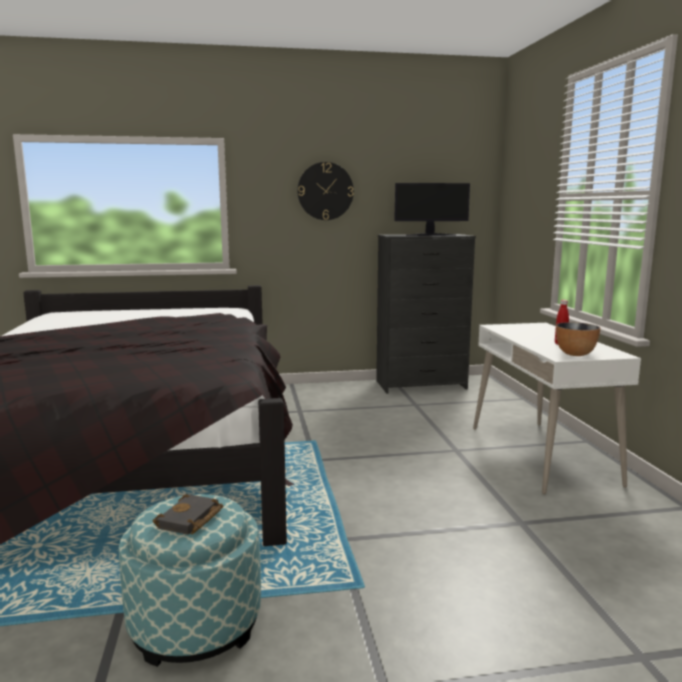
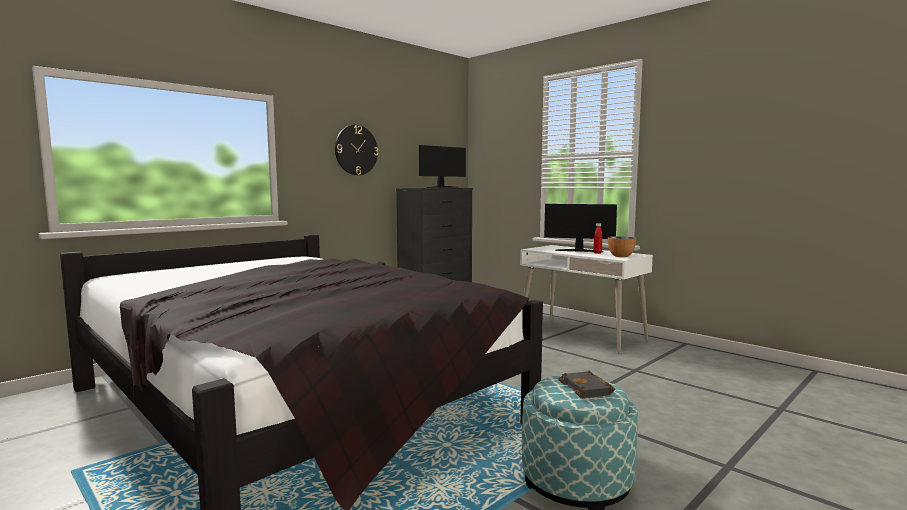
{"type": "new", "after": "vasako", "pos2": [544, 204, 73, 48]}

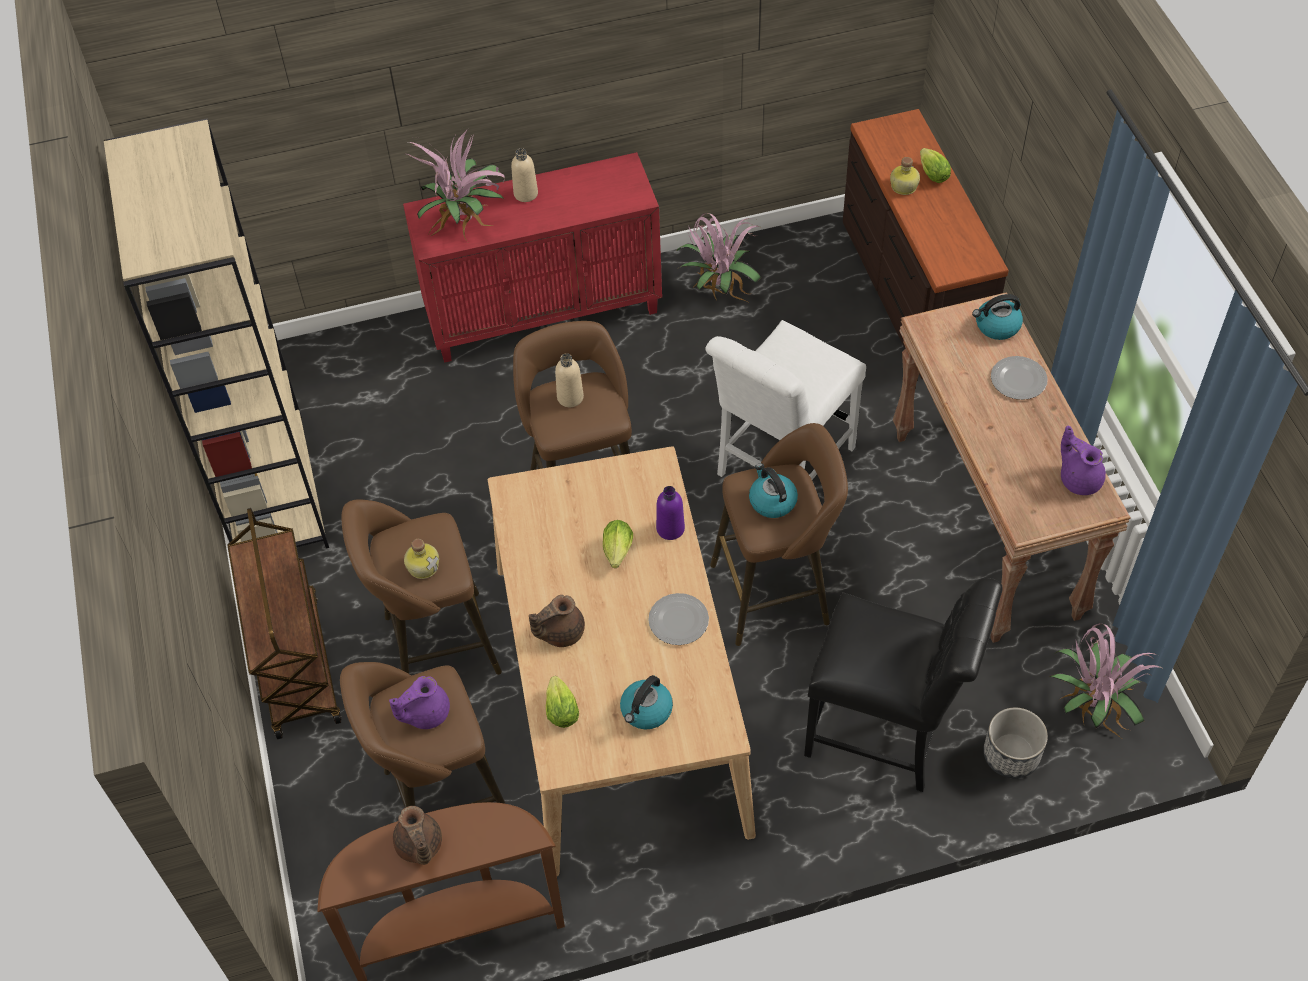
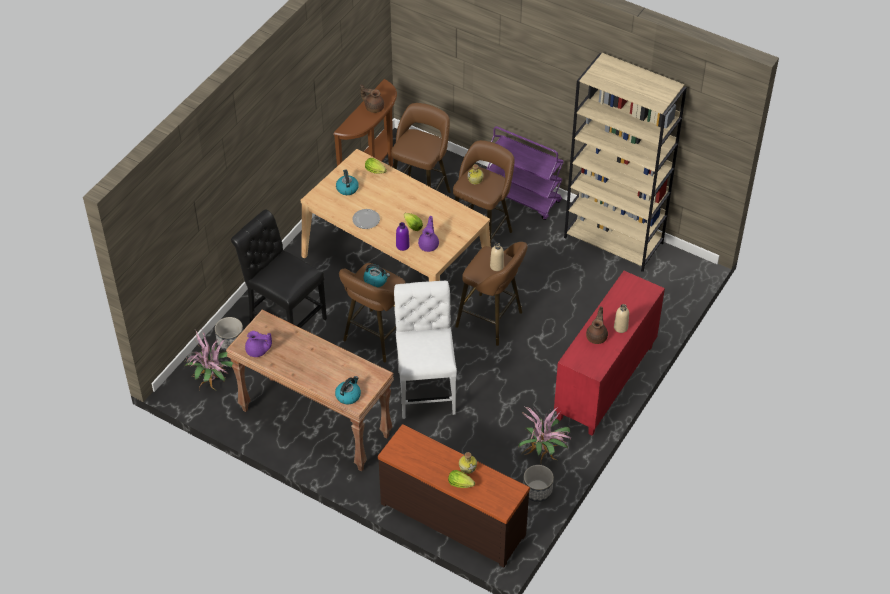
{"type": "gone", "before": "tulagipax", "pos1": [407, 128, 98, 113]}
{"type": "gone", "before": "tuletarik", "pos1": [991, 356, 57, 44]}
{"type": "new", "after": "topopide", "pos2": [523, 465, 31, 37]}
{"type": "shifted", "before": "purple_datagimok", "pos1": [389, 676, 61, 53], "pos2": [418, 216, 21, 36]}
{"type": "shifted", "before": "brown_datagimok", "pos1": [529, 595, 56, 52], "pos2": [586, 306, 22, 38]}
{"type": "repainted", "before": "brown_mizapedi", "after": "purple_mizapedi", "pos1": [227, 508, 115, 231], "pos2": [487, 126, 77, 94]}
{"type": "rotated", "before": "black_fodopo", "pos1": [804, 578, 199, 214], "pos2": [231, 209, 96, 119], "turn": 60}

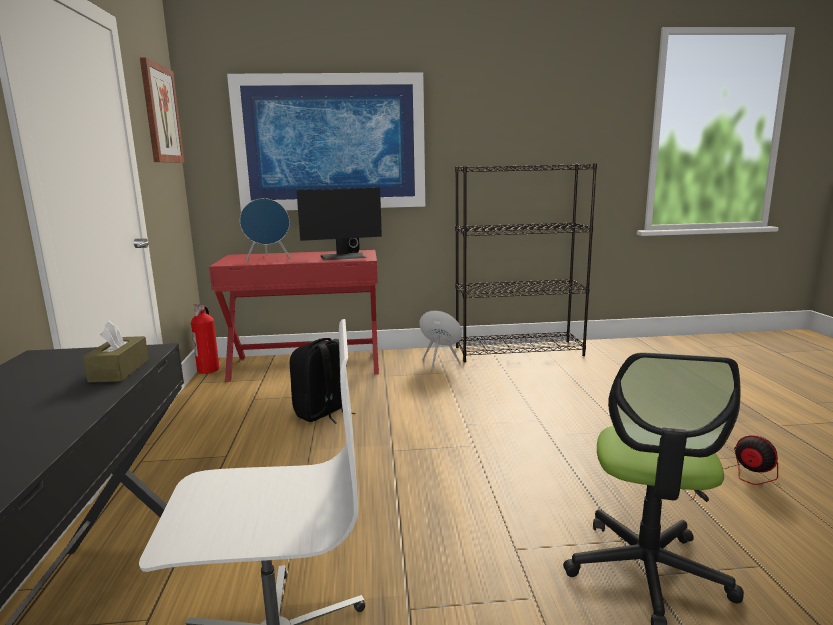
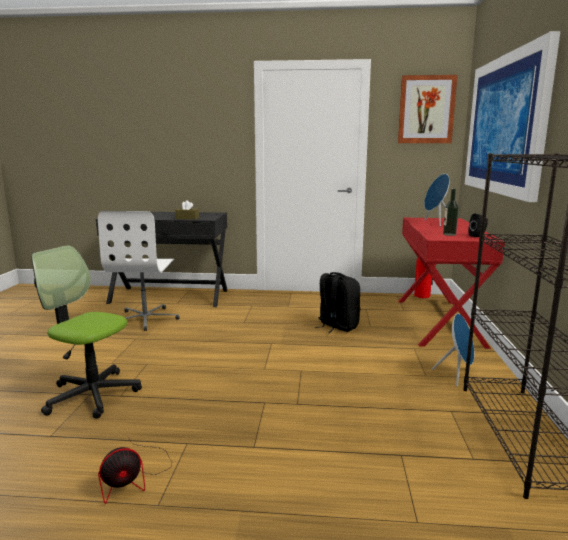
{"type": "swapped", "before": "vasako", "after": "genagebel", "pos1": [297, 188, 85, 73], "pos2": [443, 189, 16, 47]}

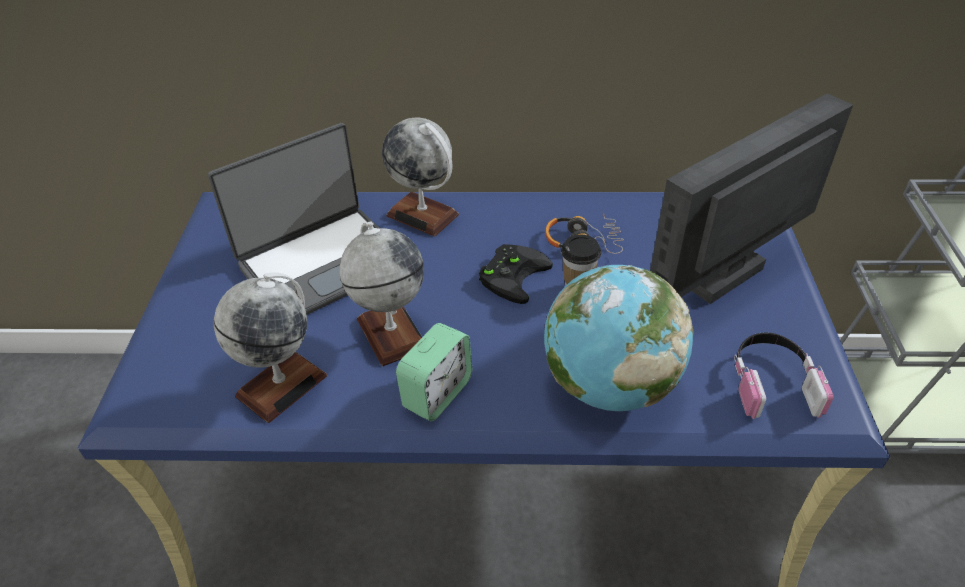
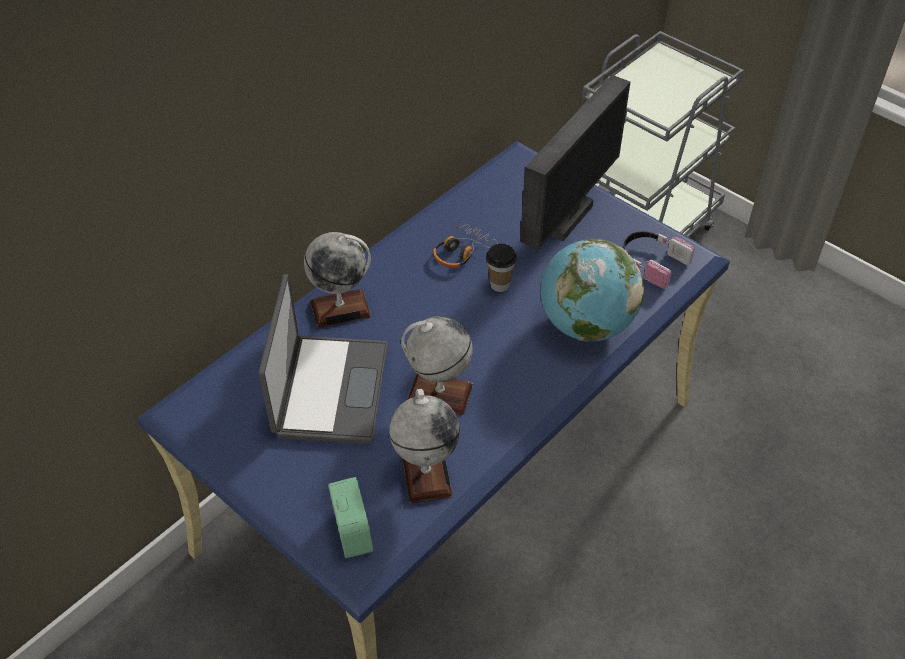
{"type": "gone", "before": "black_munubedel", "pos1": [479, 244, 74, 60]}
{"type": "shifted", "before": "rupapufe", "pos1": [396, 323, 76, 98], "pos2": [328, 477, 46, 81]}
{"type": "rotated", "before": "vasako", "pos1": [650, 93, 203, 211], "pos2": [520, 75, 110, 175], "turn": -150}

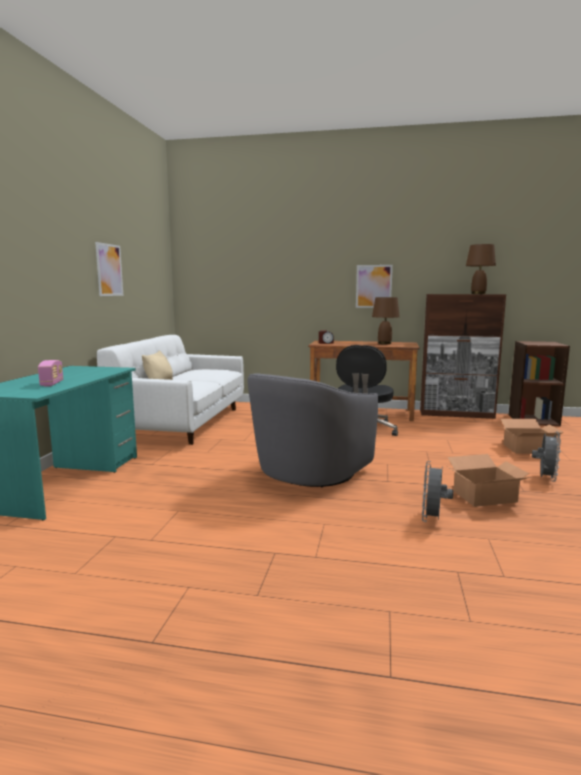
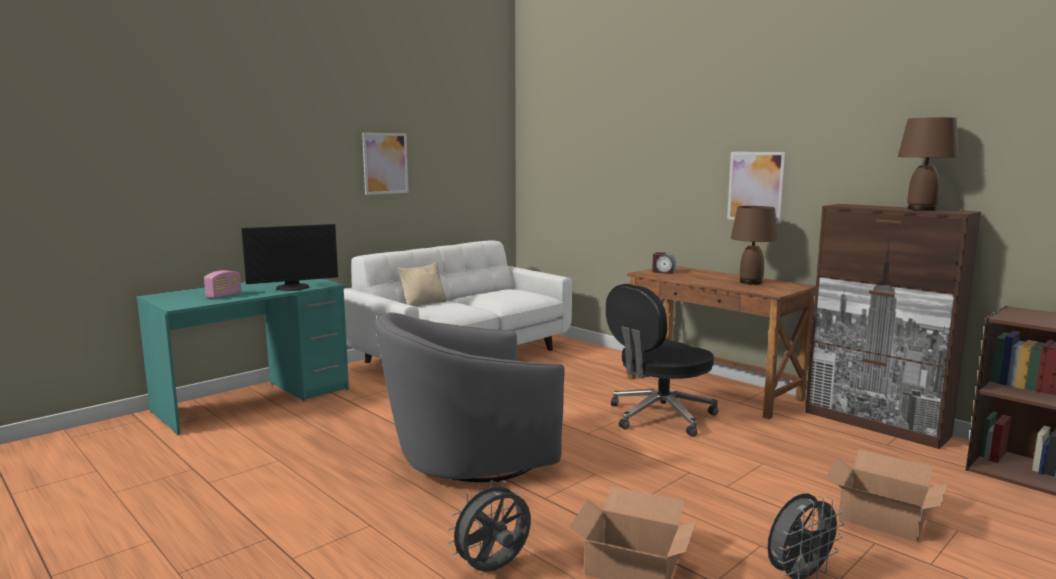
{"type": "new", "after": "vasako", "pos2": [241, 224, 97, 67]}

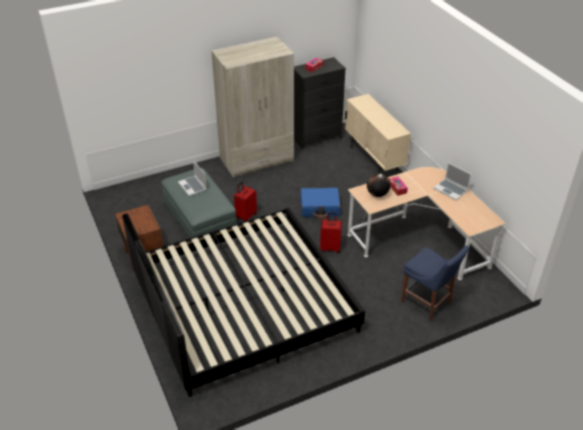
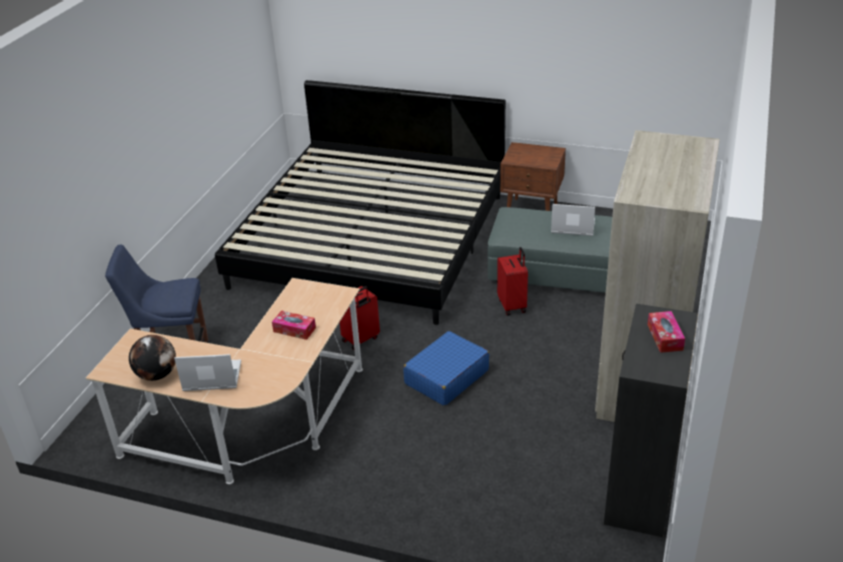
{"type": "gone", "before": "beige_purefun", "pos1": [345, 94, 66, 79]}
{"type": "shifted", "before": "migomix", "pos1": [367, 173, 23, 24], "pos2": [129, 335, 47, 46]}

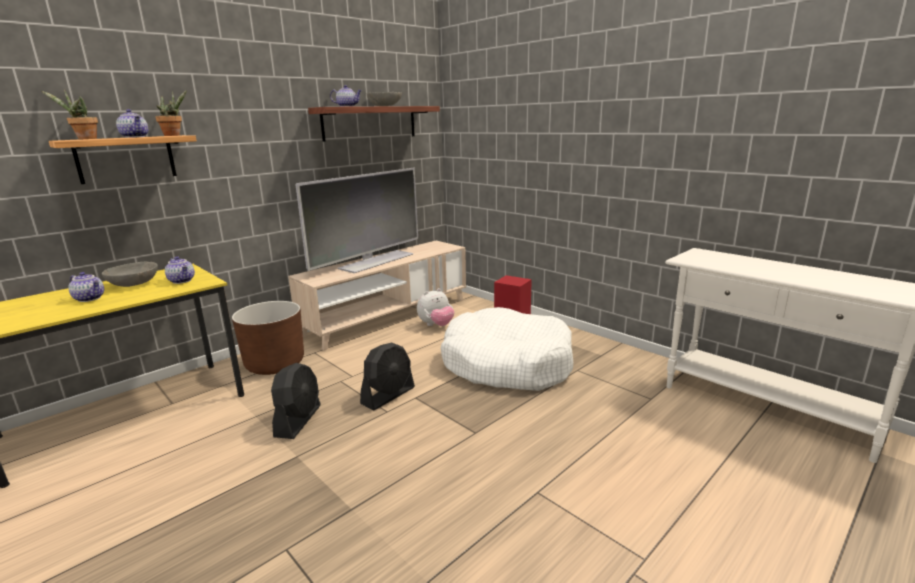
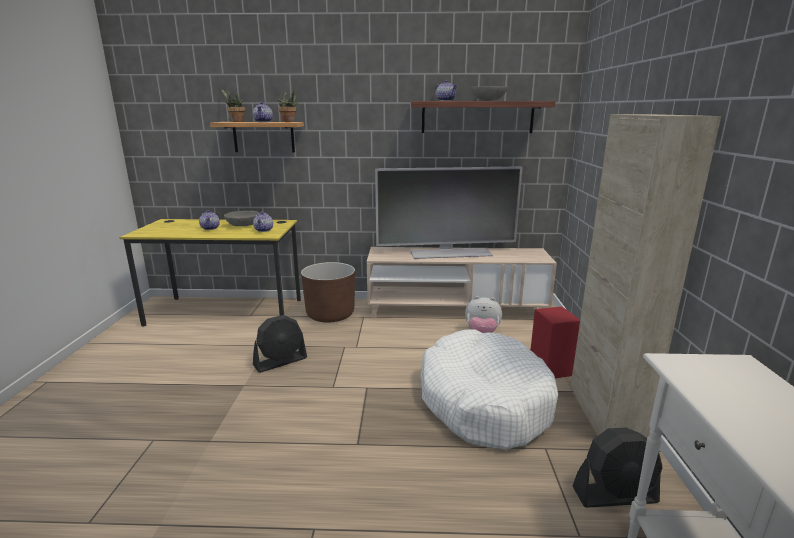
{"type": "new", "after": "beige_purefun", "pos2": [571, 114, 150, 324]}
{"type": "shifted", "before": "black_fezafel", "pos1": [360, 342, 55, 68], "pos2": [573, 428, 89, 80]}

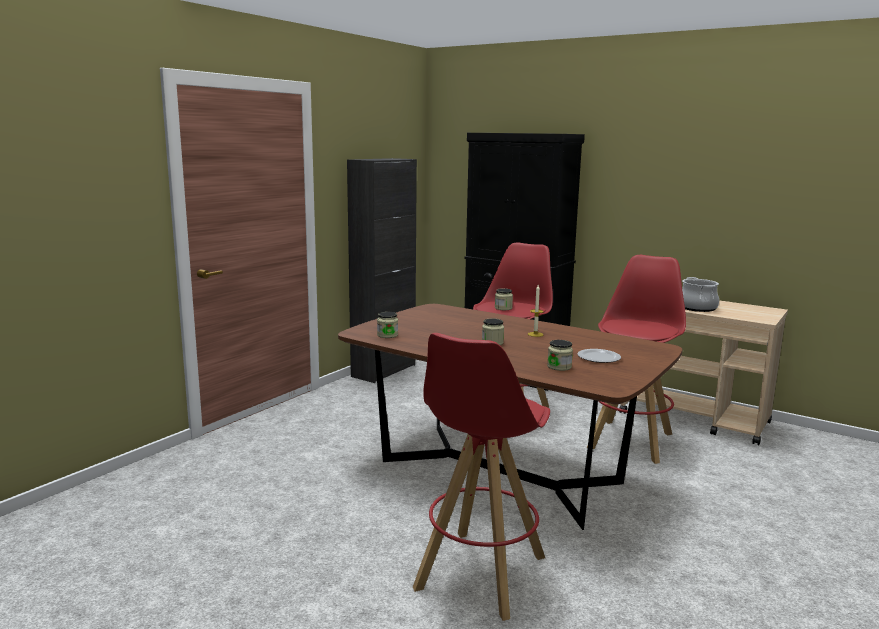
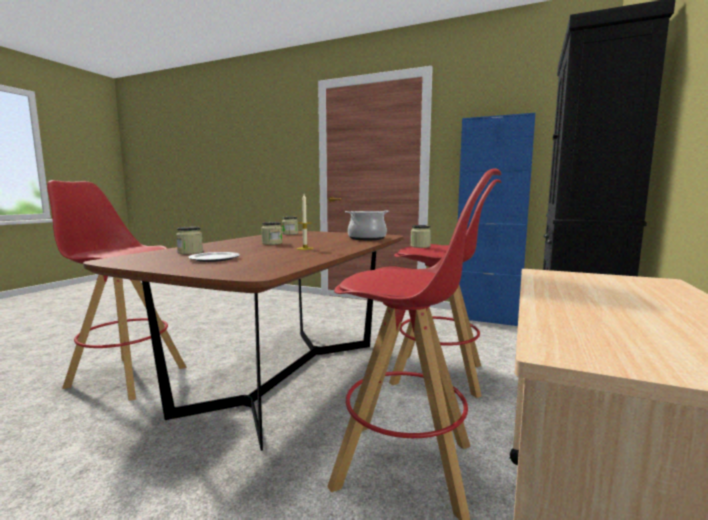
{"type": "shifted", "before": "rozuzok", "pos1": [682, 277, 37, 35], "pos2": [345, 211, 44, 29]}
{"type": "repainted", "before": "black_purefun", "after": "blue_purefun", "pos1": [347, 158, 70, 225], "pos2": [458, 113, 78, 213]}

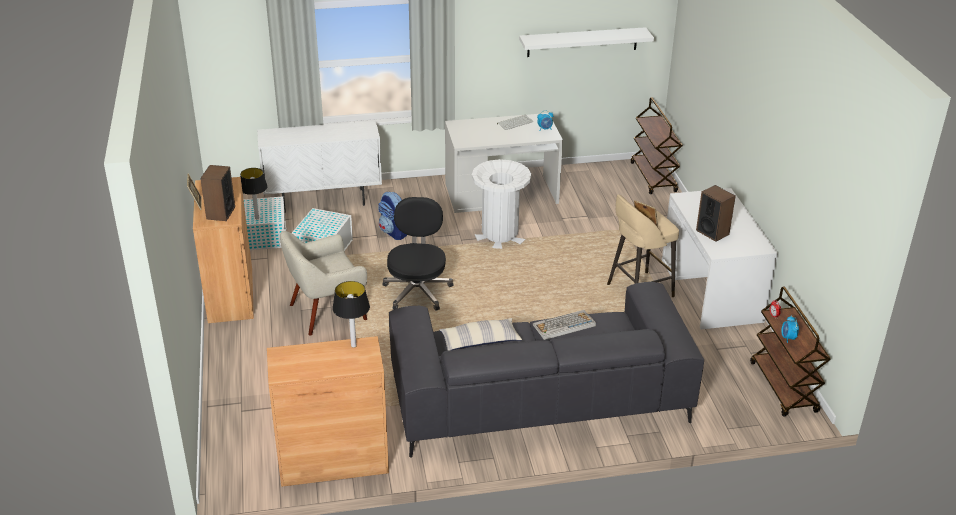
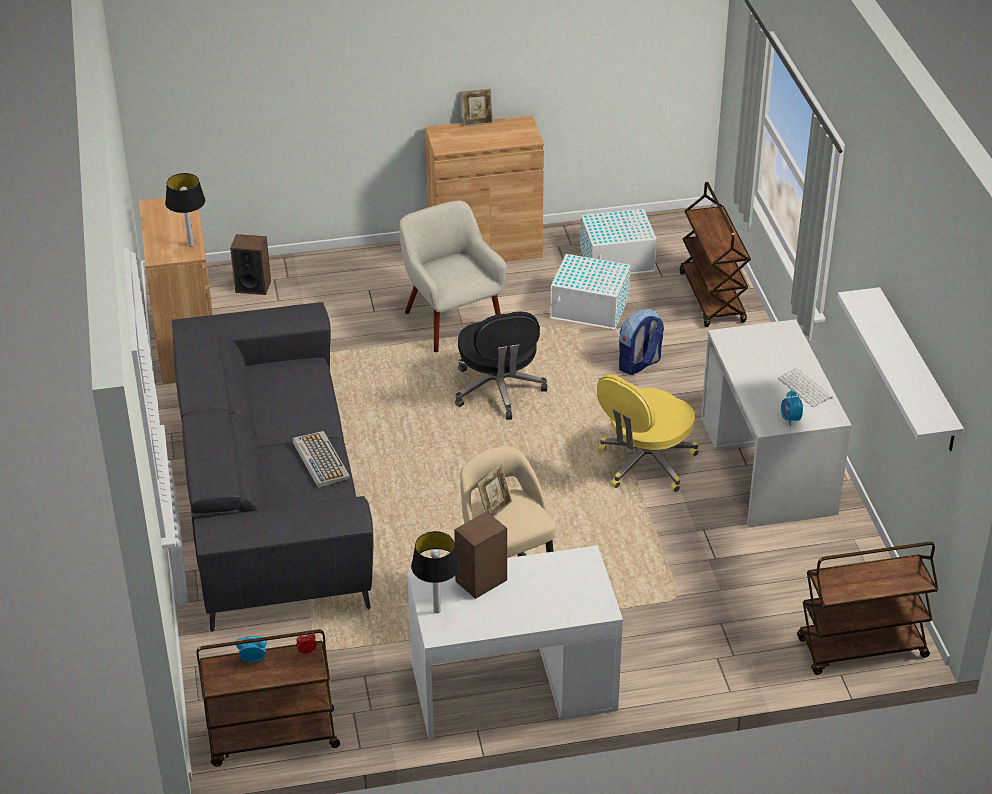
{"type": "gone", "before": "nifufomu", "pos1": [439, 318, 83, 33]}
{"type": "shifted", "before": "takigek", "pos1": [200, 165, 35, 56], "pos2": [230, 234, 41, 61]}
{"type": "shifted", "before": "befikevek", "pos1": [240, 168, 27, 51], "pos2": [411, 531, 49, 82]}
{"type": "swapped", "before": "white_purefun", "after": "brown_mizapedi", "pos1": [257, 121, 125, 92], "pos2": [680, 182, 71, 145]}
{"type": "swapped", "before": "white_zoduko", "after": "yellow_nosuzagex", "pos1": [472, 159, 59, 90], "pos2": [597, 374, 102, 118]}
{"type": "rotated", "before": "black_nosuzagex", "pos1": [382, 197, 71, 114], "pos2": [455, 312, 93, 108], "turn": 75}

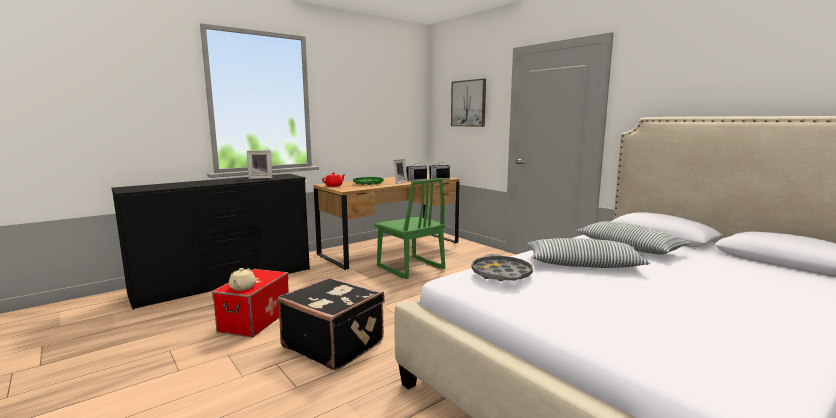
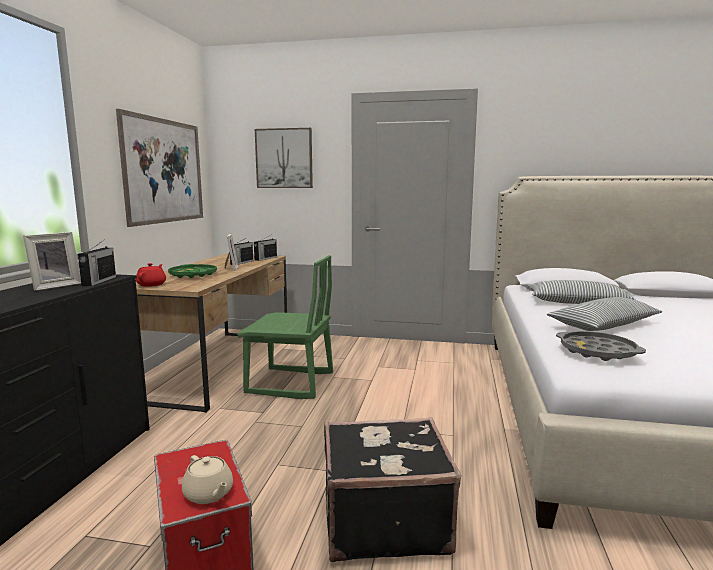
{"type": "new", "after": "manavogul", "pos2": [78, 240, 38, 46]}
{"type": "new", "after": "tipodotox", "pos2": [116, 109, 87, 118]}

